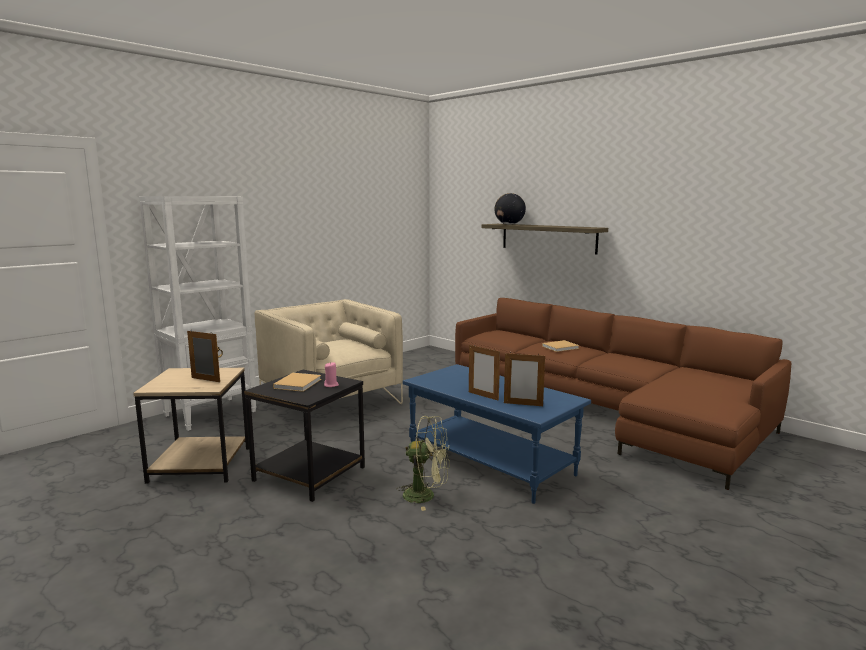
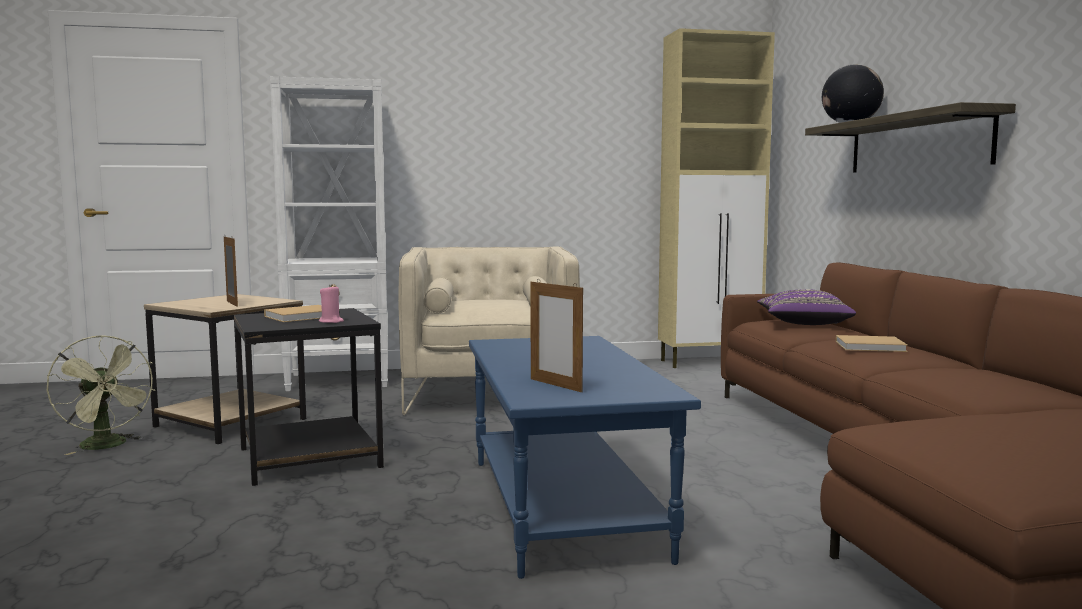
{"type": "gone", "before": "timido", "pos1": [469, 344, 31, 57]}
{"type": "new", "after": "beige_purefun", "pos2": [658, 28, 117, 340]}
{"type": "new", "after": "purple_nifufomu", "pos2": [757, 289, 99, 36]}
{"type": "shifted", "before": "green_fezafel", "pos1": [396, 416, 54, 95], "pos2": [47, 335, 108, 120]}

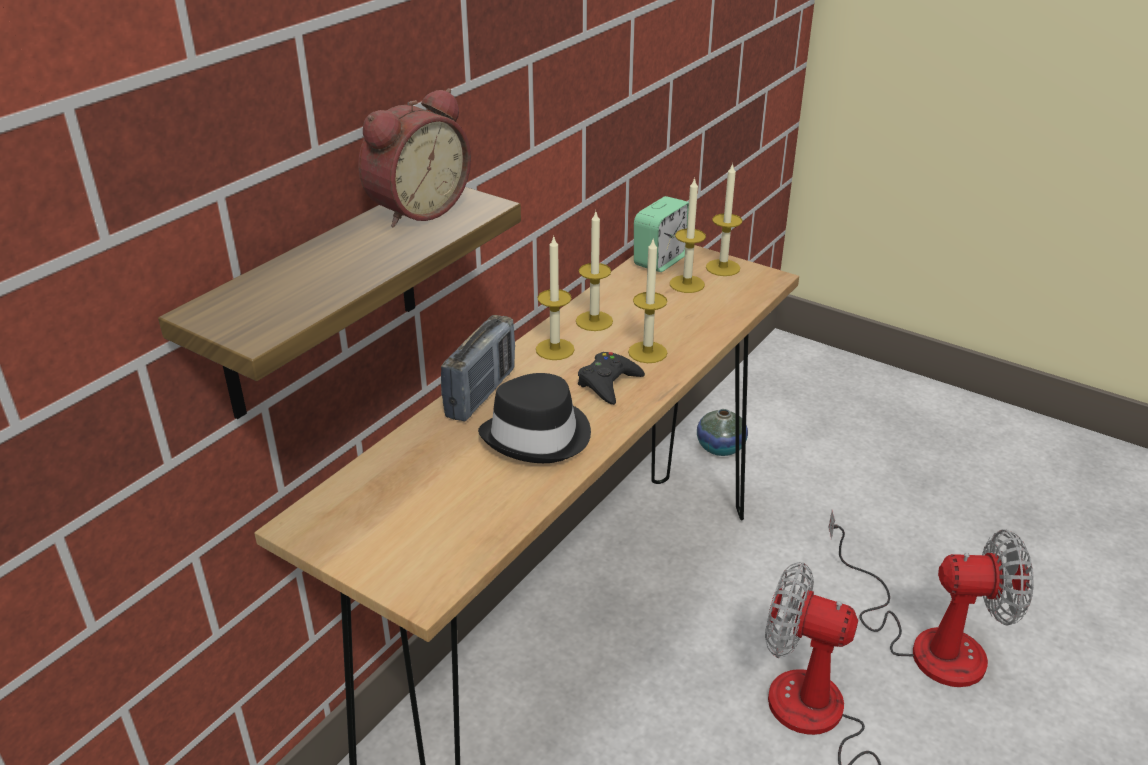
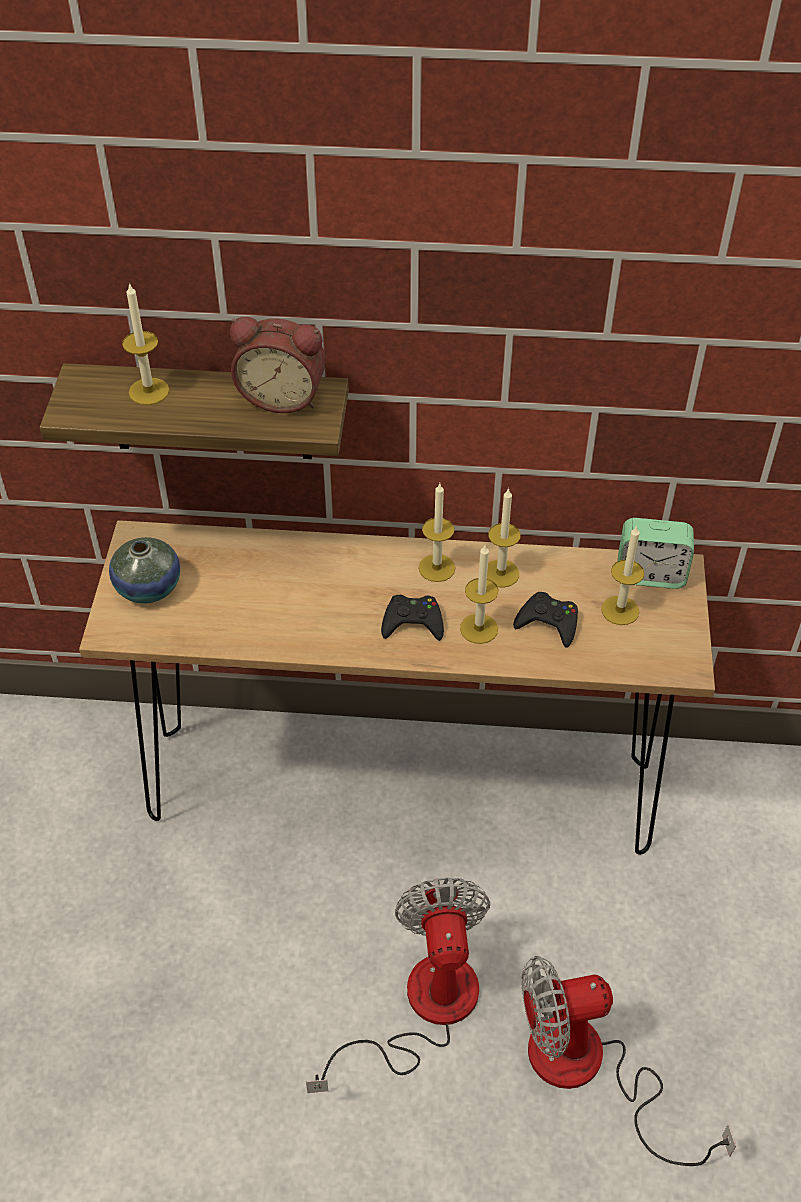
{"type": "gone", "before": "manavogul", "pos1": [441, 315, 74, 106]}
{"type": "gone", "before": "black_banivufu", "pos1": [478, 373, 113, 90]}
{"type": "new", "after": "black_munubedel", "pos2": [513, 592, 65, 56]}
{"type": "shifted", "before": "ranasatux", "pos1": [697, 409, 51, 47], "pos2": [109, 537, 71, 67]}
{"type": "shifted", "before": "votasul", "pos1": [706, 163, 36, 113], "pos2": [122, 282, 47, 123]}
{"type": "rotated", "before": "fezafel", "pos1": [828, 509, 206, 178], "pos2": [521, 956, 215, 210], "turn": 105}

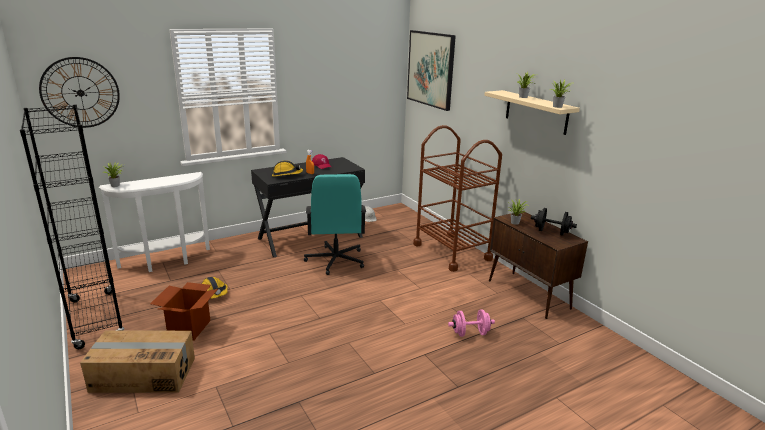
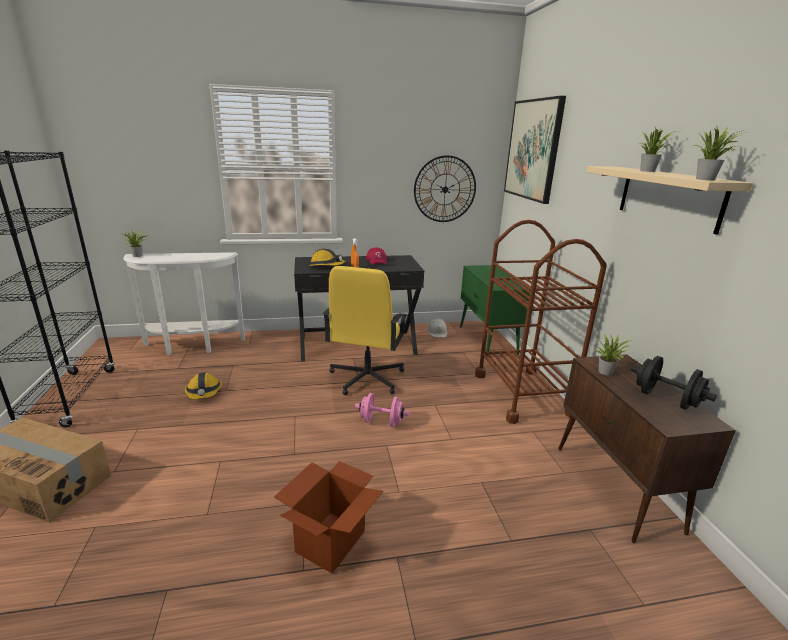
{"type": "new", "after": "green_purefun", "pos2": [460, 265, 70, 92]}
{"type": "shifted", "before": "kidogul", "pos1": [39, 57, 81, 71], "pos2": [414, 155, 62, 67]}
{"type": "shifted", "before": "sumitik", "pos1": [150, 282, 68, 59], "pos2": [274, 461, 109, 112]}
{"type": "shifted", "before": "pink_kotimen", "pos1": [448, 309, 47, 28], "pos2": [355, 393, 54, 34]}
{"type": "repainted", "before": "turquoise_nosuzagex", "after": "yellow_nosuzagex", "pos1": [304, 174, 62, 101], "pos2": [323, 266, 85, 129]}

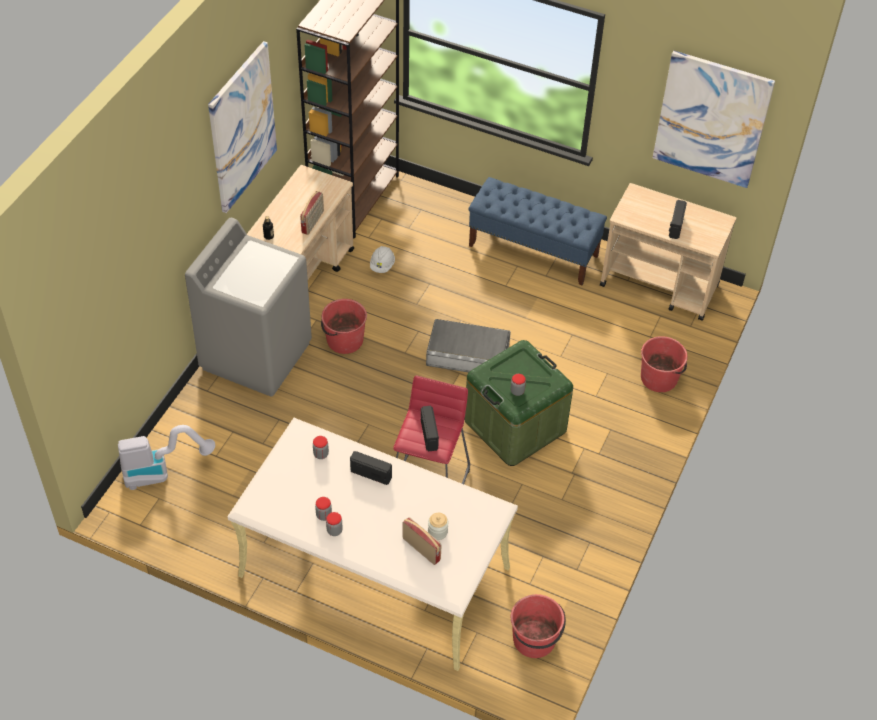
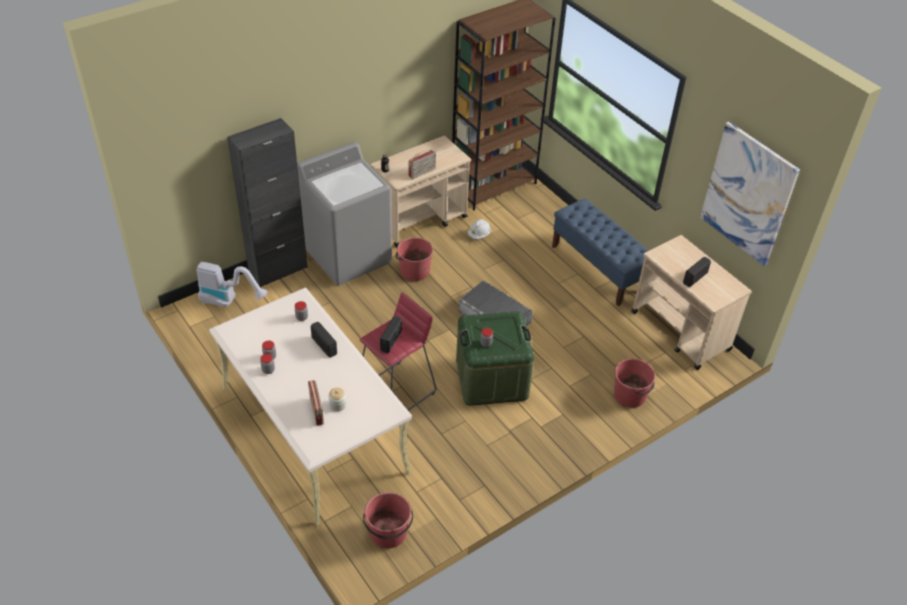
{"type": "gone", "before": "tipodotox", "pos1": [208, 41, 69, 172]}
{"type": "new", "after": "black_purefun", "pos2": [227, 118, 81, 170]}

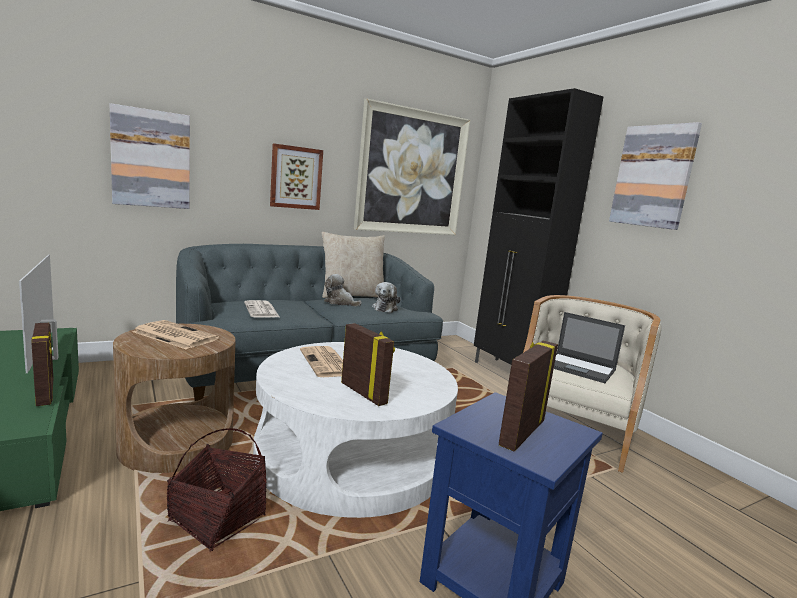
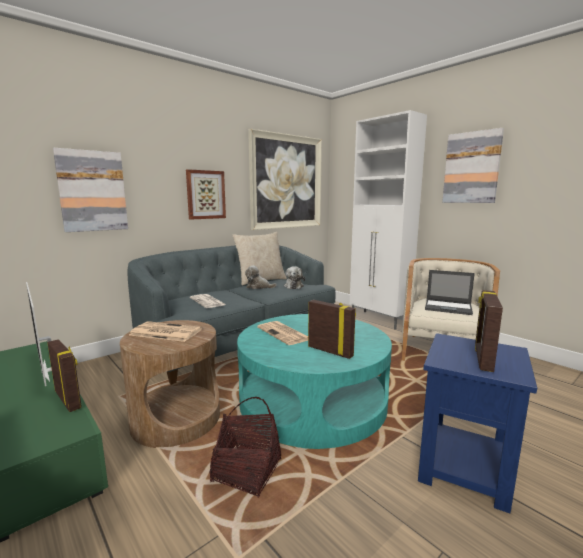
{"type": "repainted", "before": "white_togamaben", "after": "turquoise_togamaben", "pos1": [253, 342, 205, 176], "pos2": [237, 314, 155, 135]}
{"type": "repainted", "before": "black_purefun", "after": "white_purefun", "pos1": [474, 88, 129, 277], "pos2": [350, 110, 77, 220]}

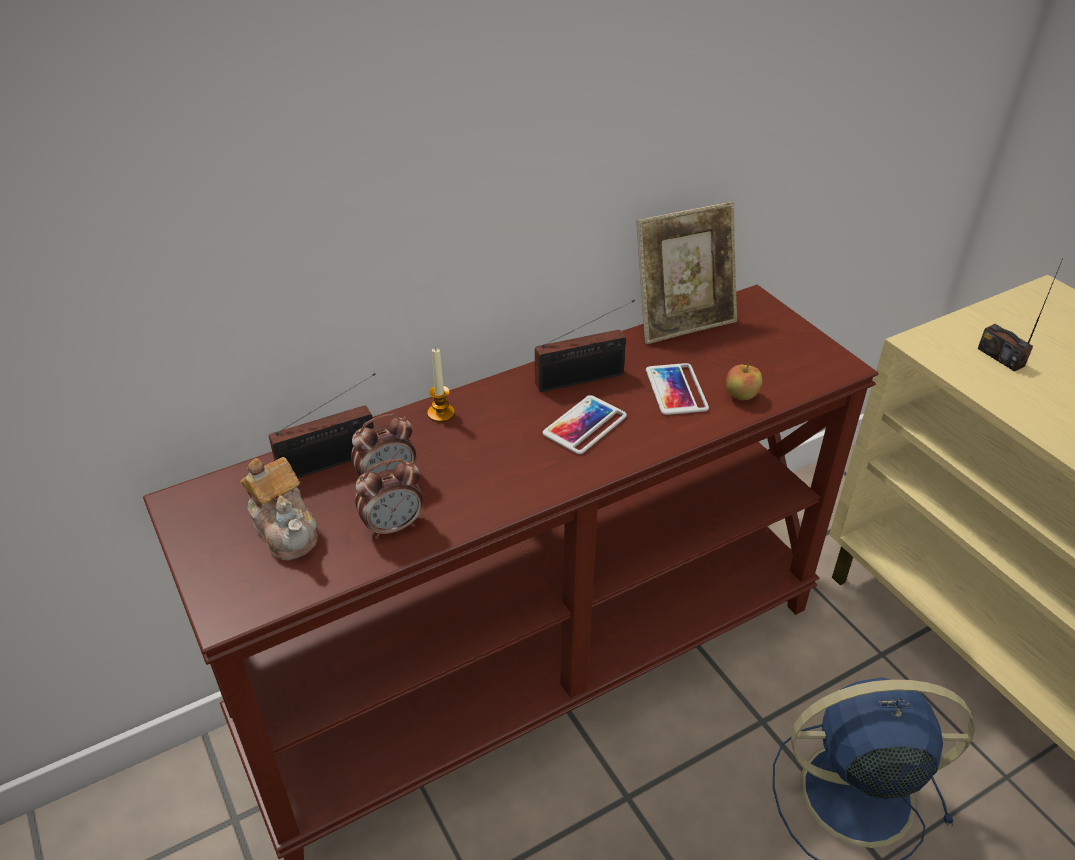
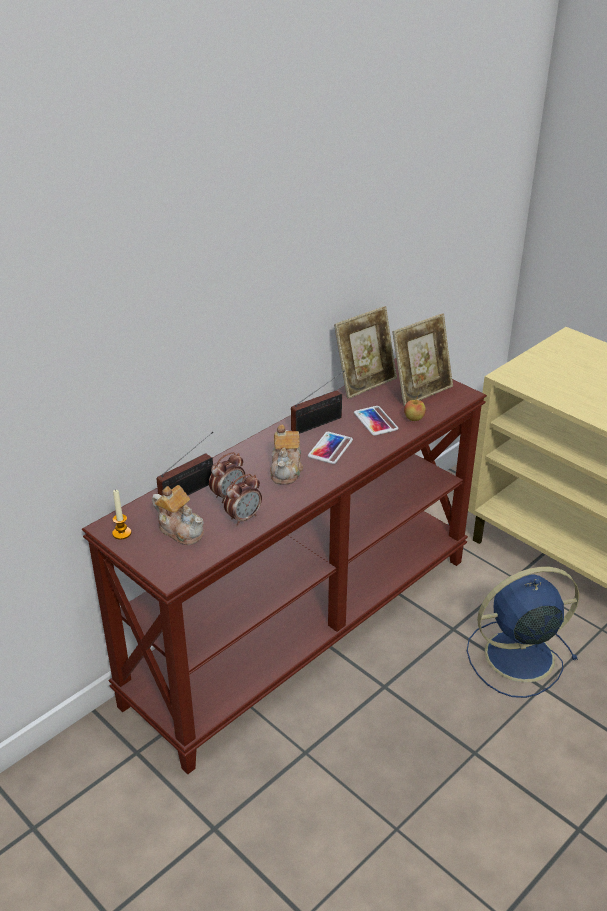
{"type": "gone", "before": "manavogul", "pos1": [978, 258, 85, 113]}
{"type": "new", "after": "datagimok", "pos2": [270, 424, 33, 61]}
{"type": "new", "after": "timido", "pos2": [393, 313, 60, 94]}
{"type": "shifted", "before": "votasul", "pos1": [427, 348, 28, 74], "pos2": [112, 489, 19, 51]}

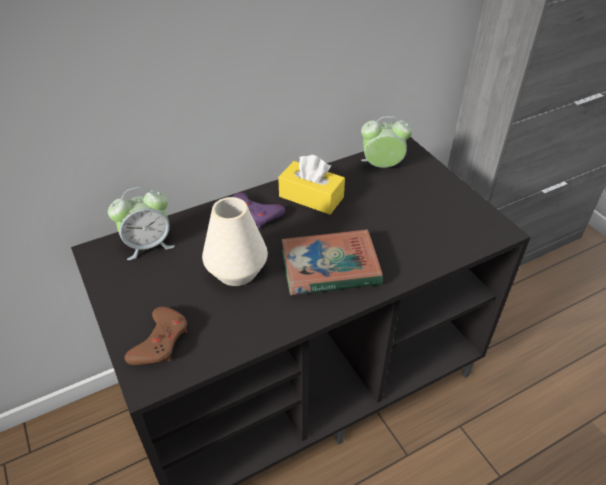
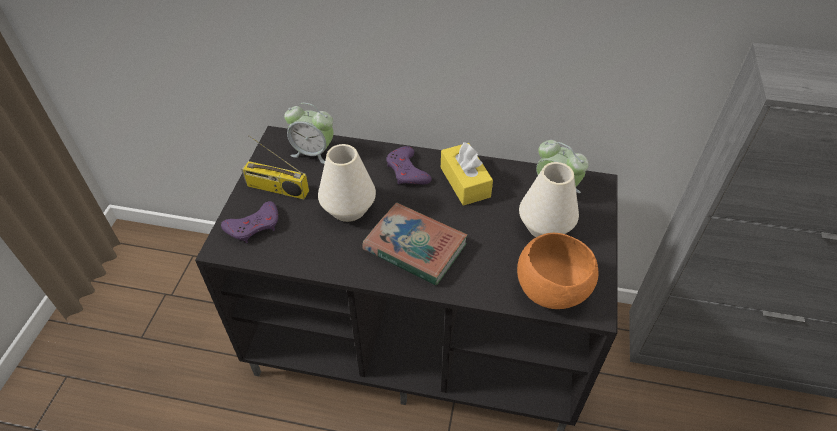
{"type": "new", "after": "manavogul", "pos2": [241, 135, 68, 64]}
{"type": "new", "after": "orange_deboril", "pos2": [517, 233, 82, 76]}
{"type": "new", "after": "white_ranasatux", "pos2": [519, 162, 60, 75]}
{"type": "repainted", "before": "brown_munubedel", "after": "purple_munubedel", "pos1": [124, 307, 63, 58], "pos2": [221, 201, 57, 42]}

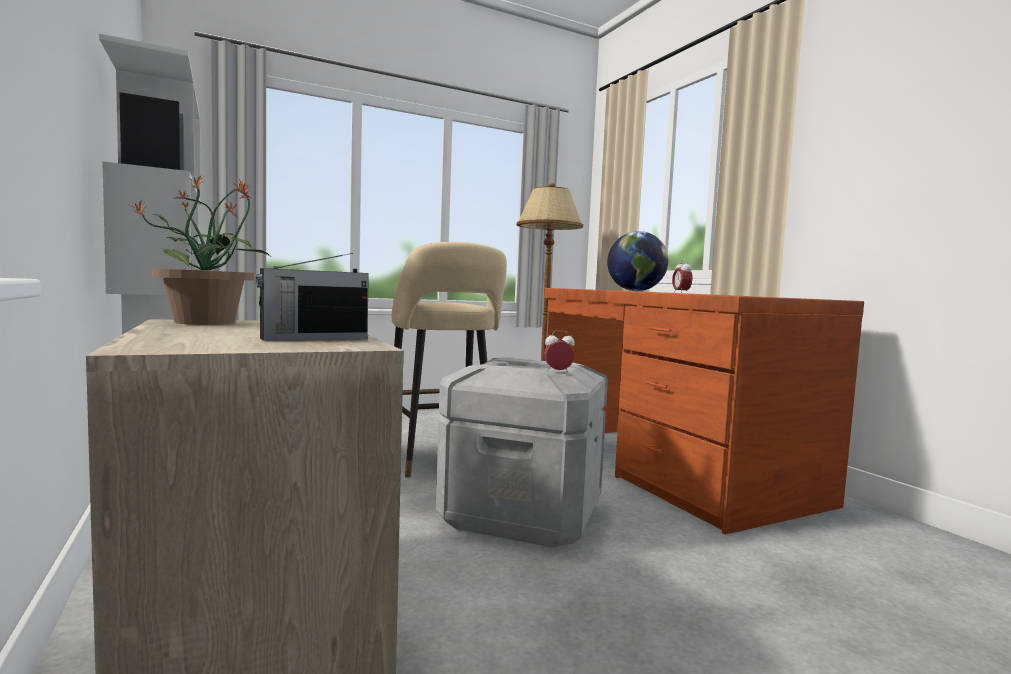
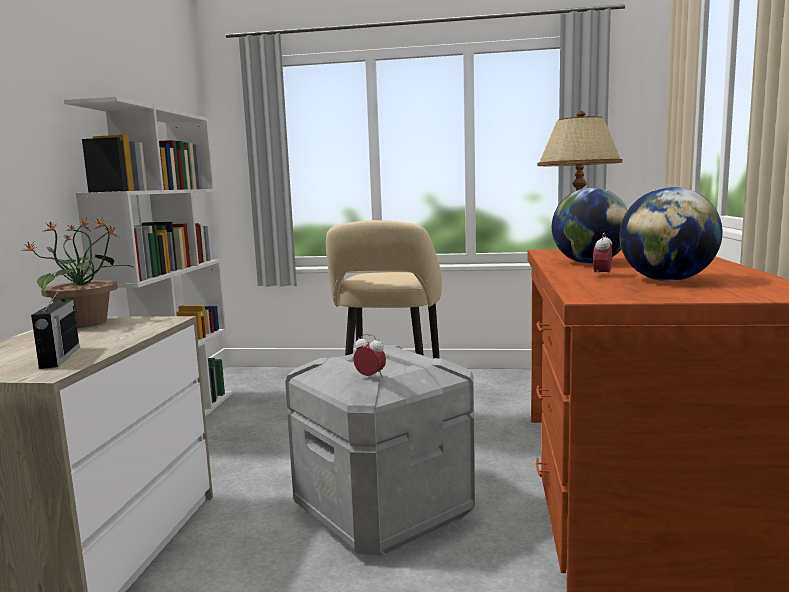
{"type": "new", "after": "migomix", "pos2": [619, 187, 104, 94]}
{"type": "rotated", "before": "manavogul", "pos1": [256, 253, 113, 88], "pos2": [31, 287, 49, 82], "turn": -105}

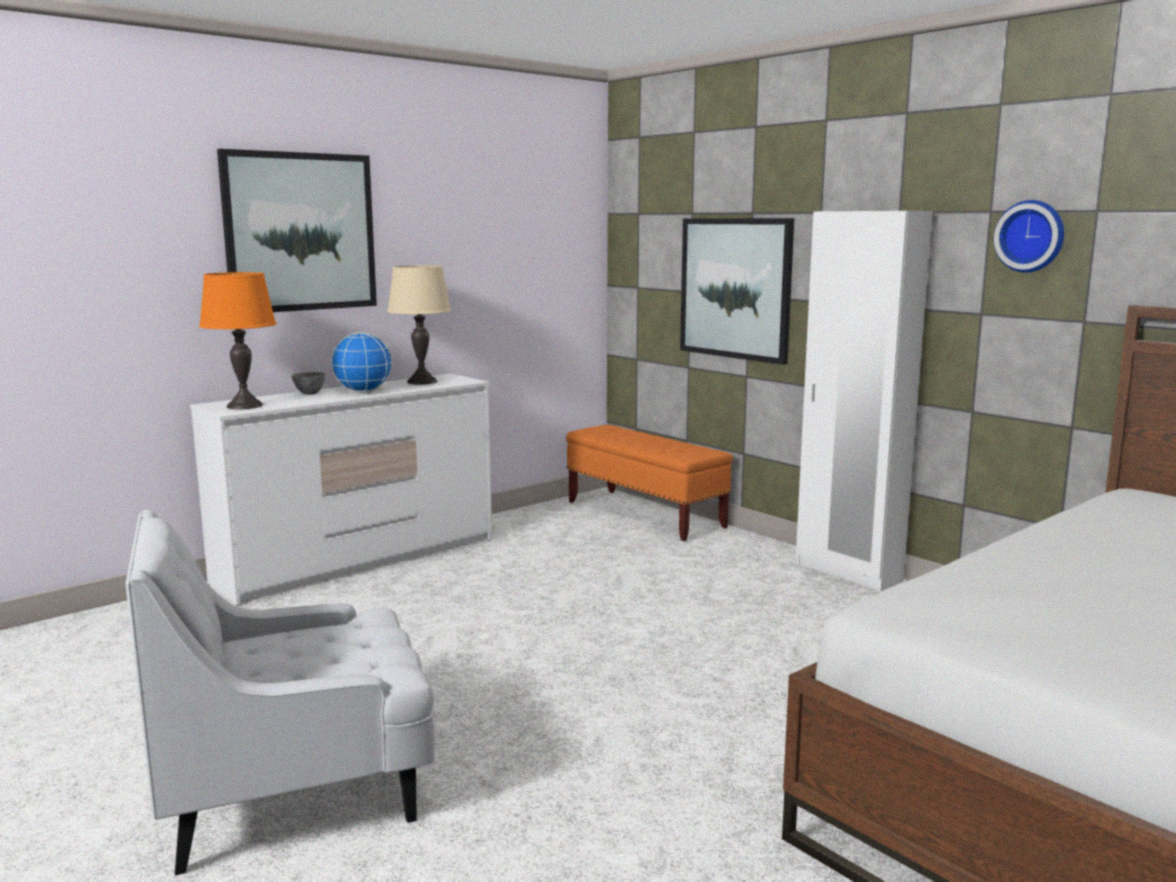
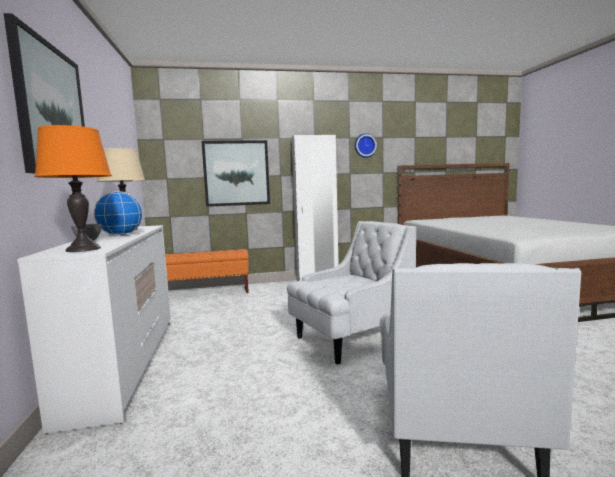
{"type": "new", "after": "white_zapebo", "pos2": [287, 221, 129, 144]}

